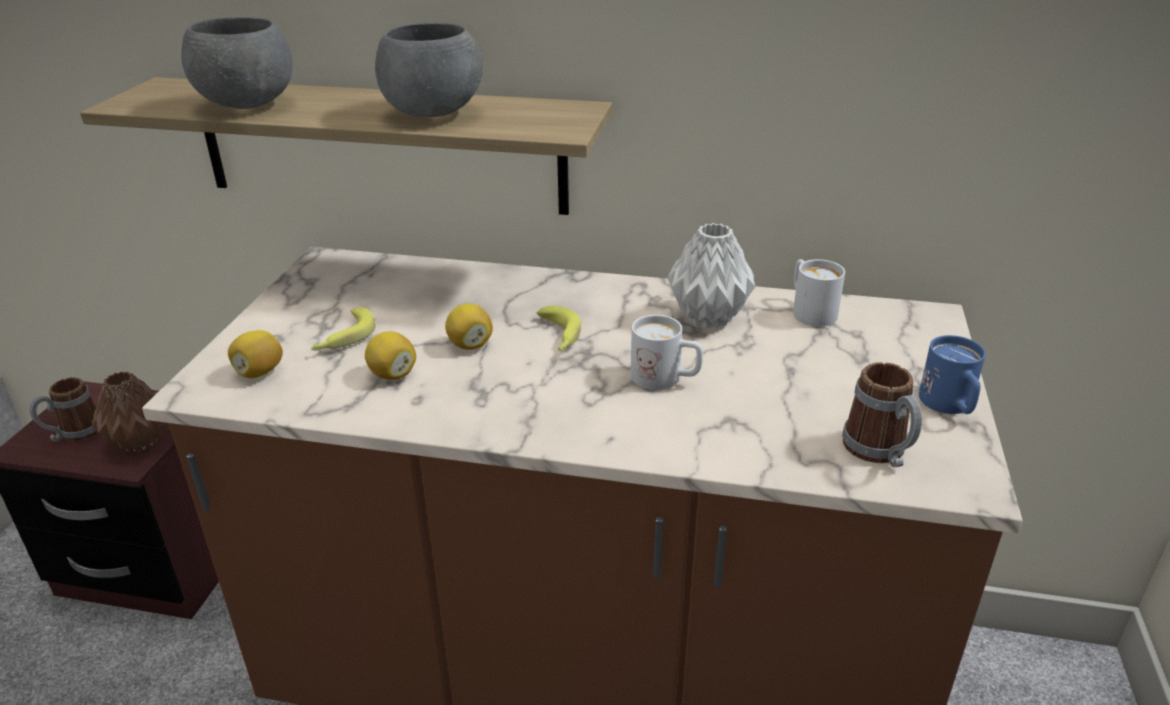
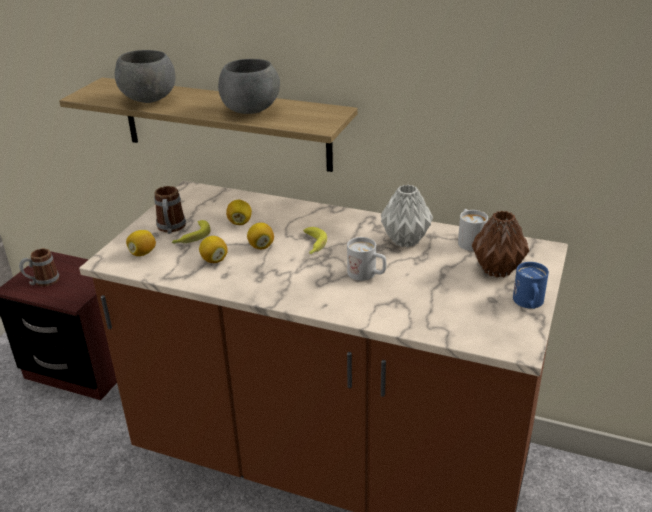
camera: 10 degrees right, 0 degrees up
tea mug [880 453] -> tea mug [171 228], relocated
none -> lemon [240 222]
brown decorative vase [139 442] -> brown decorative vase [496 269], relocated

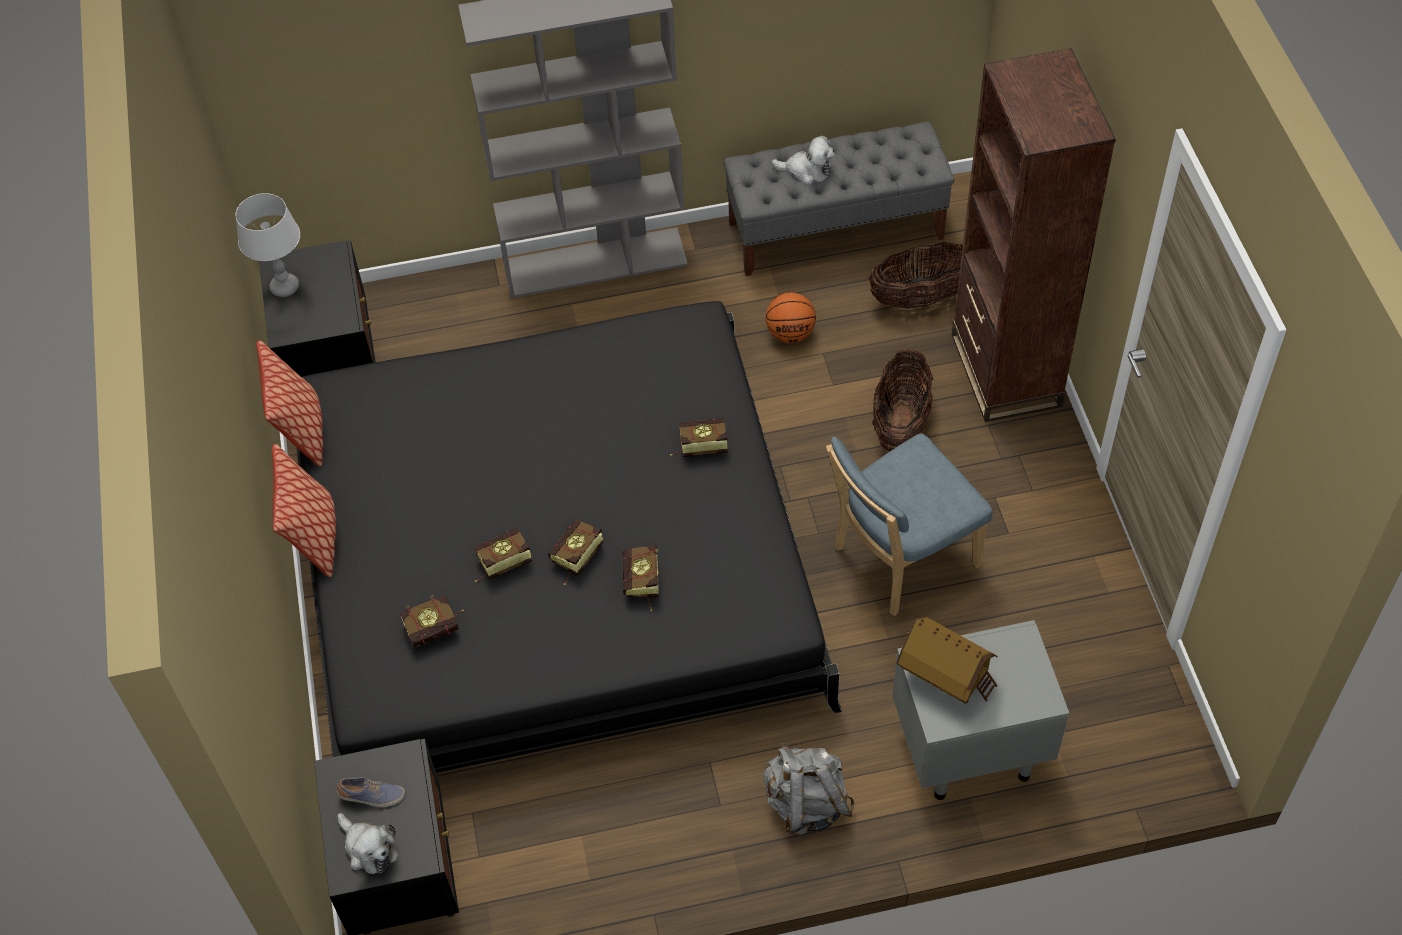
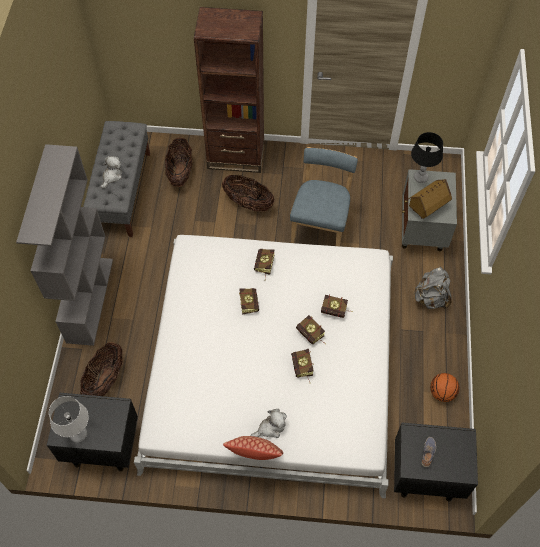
camera: 75 degrees left, 5 degrees up
none -> basket [105 380]
black-coloured bed [555 565] -> whitish bed [272 366]
book [438 628] -> book [248 302], relocated
cuddly toy [369 848] -> cuddly toy [270 428], relocated
blue-coloured plain chair [900 559] -> blue-coloured plain chair [320 226], 150 degrees counterclockwise
none -> black-coloured lamp for a table [420 177]
basketball ball [790 333] -> basketball ball [442 392], relocated
pillow [301 432] -> none

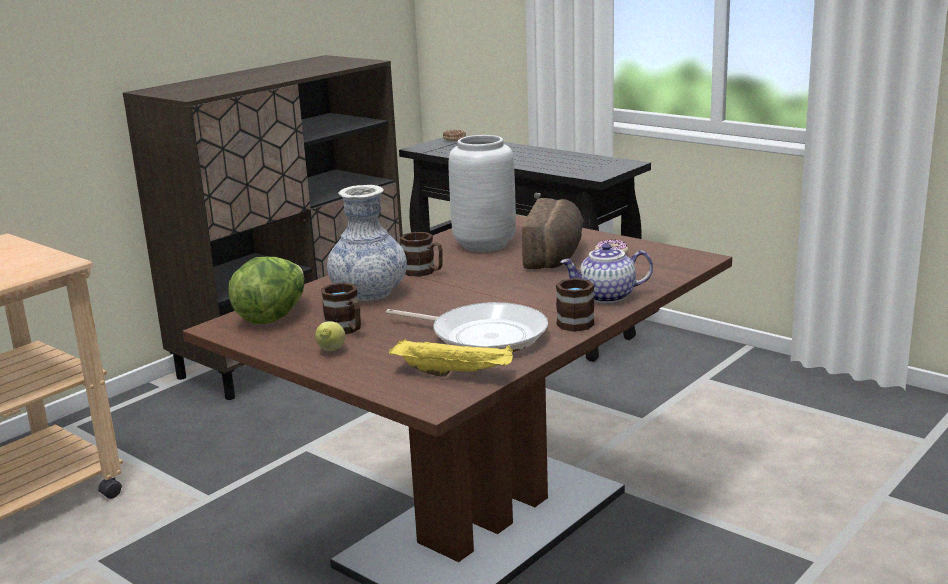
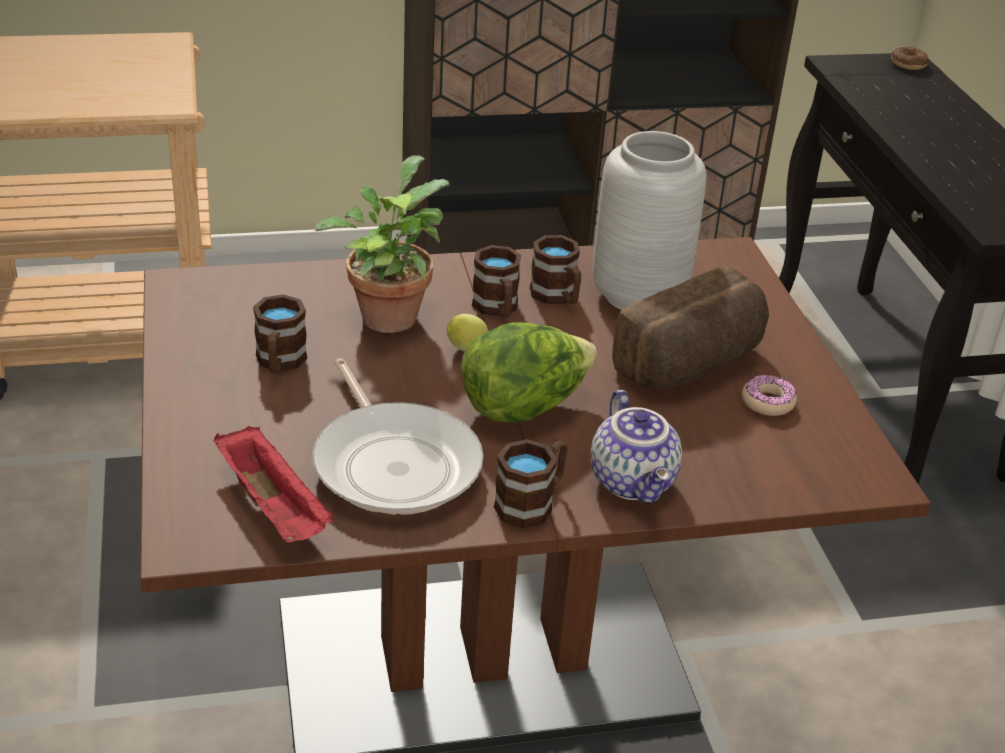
camera: 35 degrees right, 15 degrees up
yellow serving tray [455 373] -> red serving tray [274 507]
decorative vase [369 293] -> houseplant [388 313]
lemon [331 351] -> lemon [465 351], relocated
lettuce head [273 316] -> lettuce head [524 407], relocated
none -> brown tea mug [557 297]
tea pot [606 297] -> tea pot [634 482], 135 degrees counterclockwise

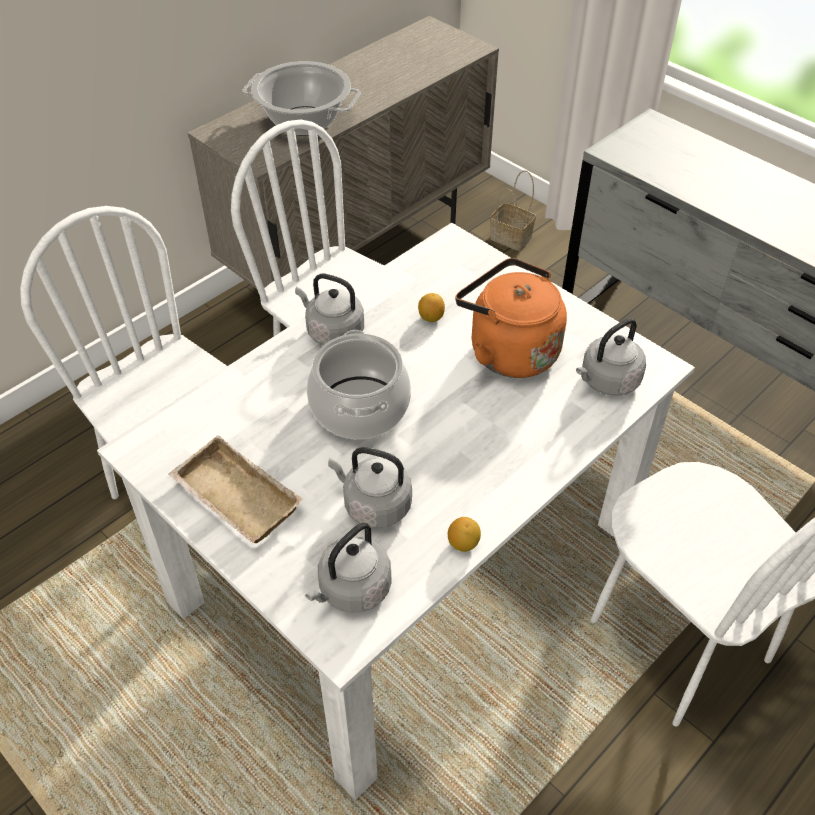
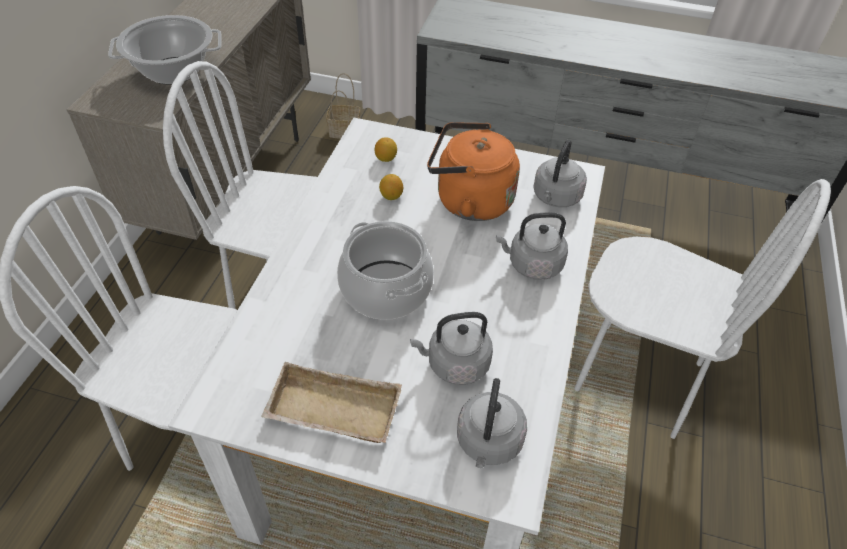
camera: 30 degrees left, 0 degrees up
lemon [463 543] -> lemon [386 158], relocated
gray water kettle [332 331] -> gray water kettle [532 265], relocated

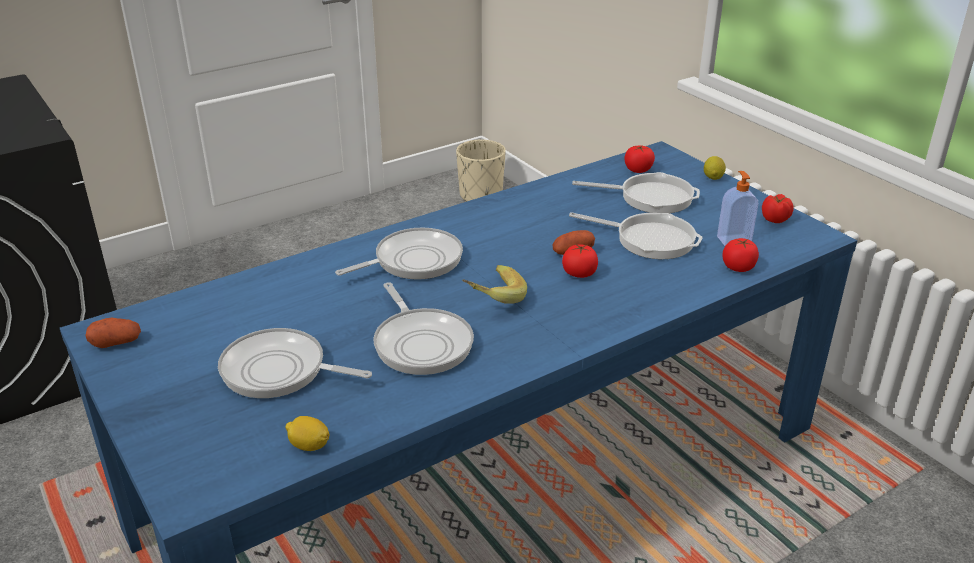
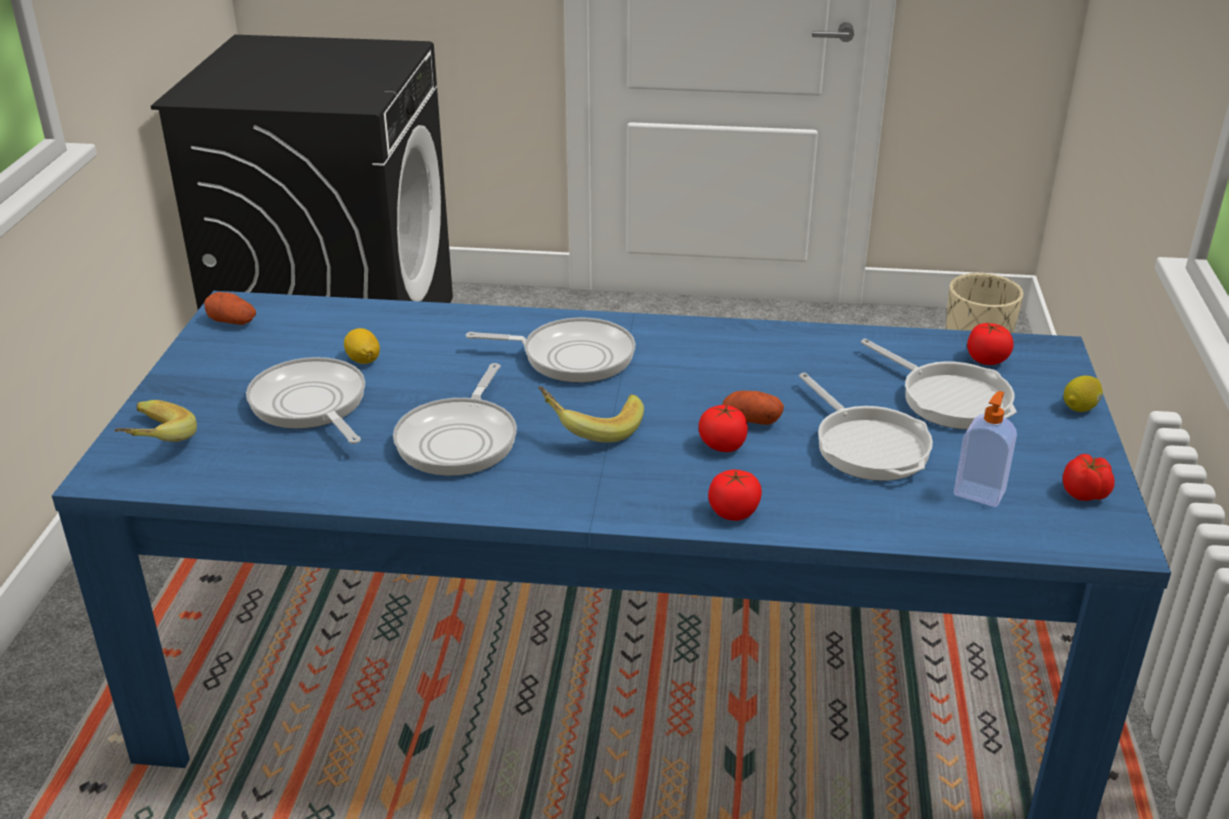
camera: 40 degrees right, 0 degrees up
none -> whole banana [151 444]
lemon [309 446] -> lemon [363 360], relocated
tomato [738 267] -> tomato [733 512], relocated

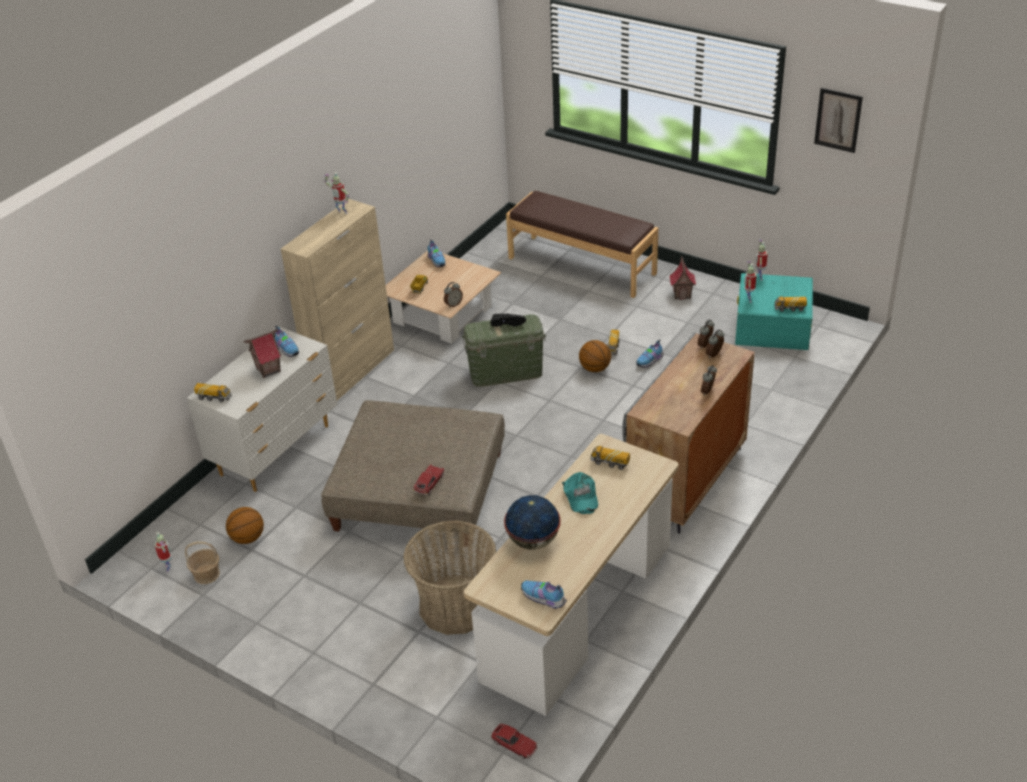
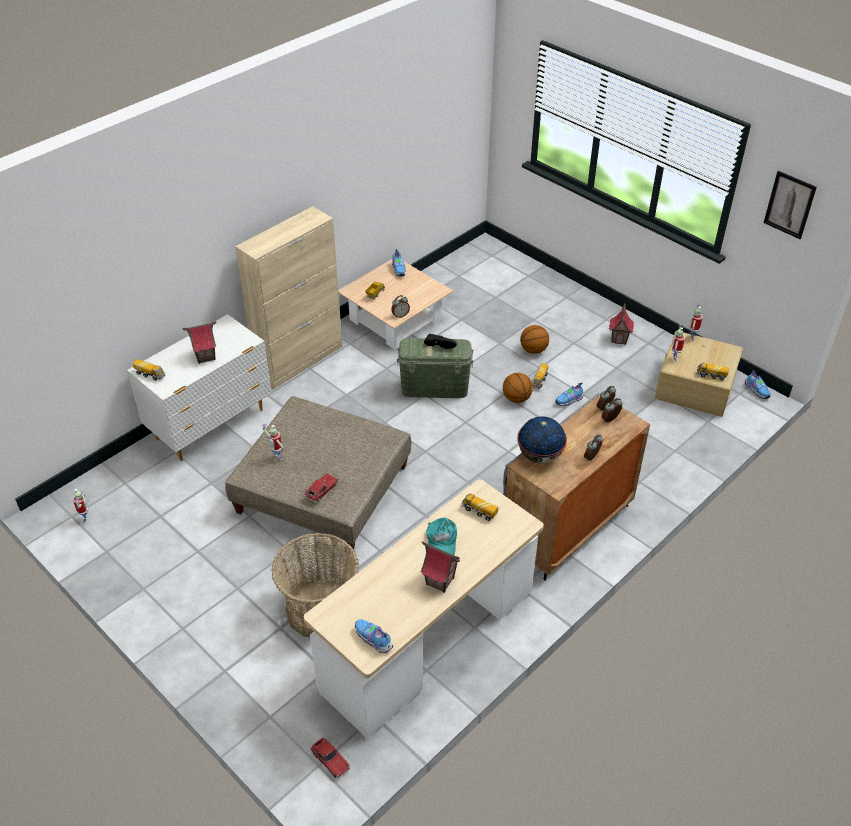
camera: 10 degrees right, 5 degrees up
robot figure [341 213] -> robot figure [277 458], relocated
none -> toy house [440 581]
world globe [533 541] -> world globe [539 456], relocated
basketball ball [247 538] -> basketball ball [533 350], relocated
blue-green storage box [772 326] -> sand-coloured storage box [695 386]
low shoe [287 349] -> low shoe [756 390], relocated
basket [207 574] -> none
brown indoor bench [582 265] -> none

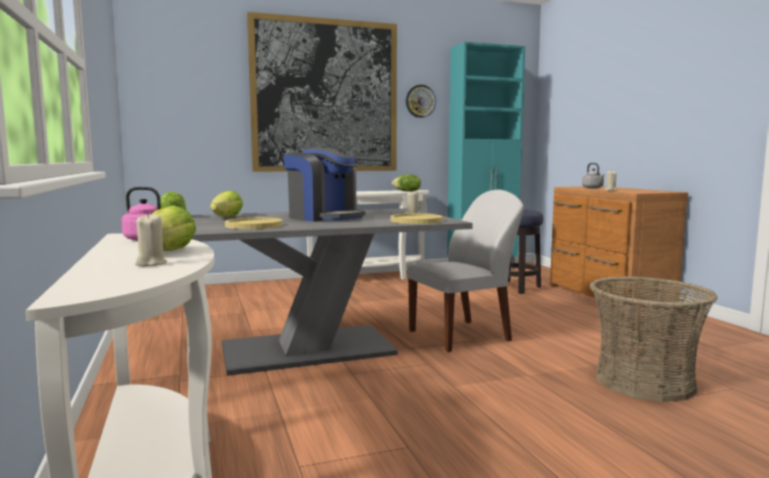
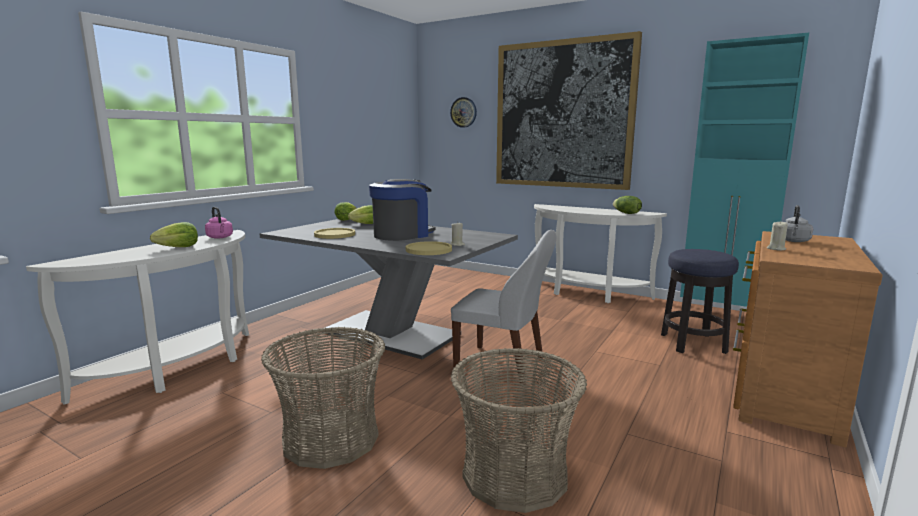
camera: 50 degrees right, 5 degrees up
none -> basket [330 438]
coffee machine [324 217] -> coffee machine [402 235], 135 degrees counterclockwise
hanging clock [420 101] -> hanging clock [463 112], relocated
sand-coloured candle [151 264] -> none

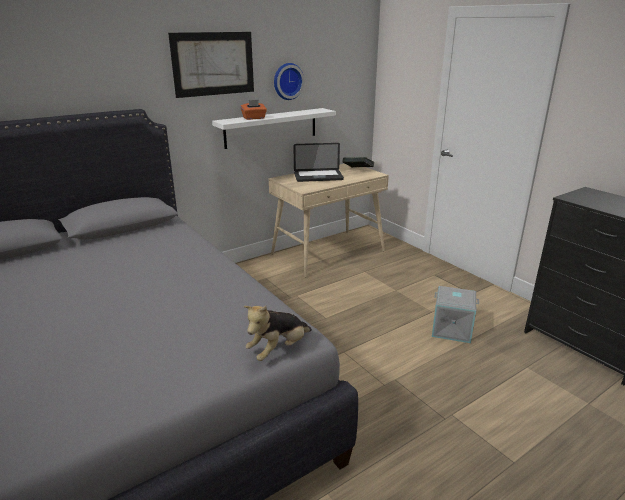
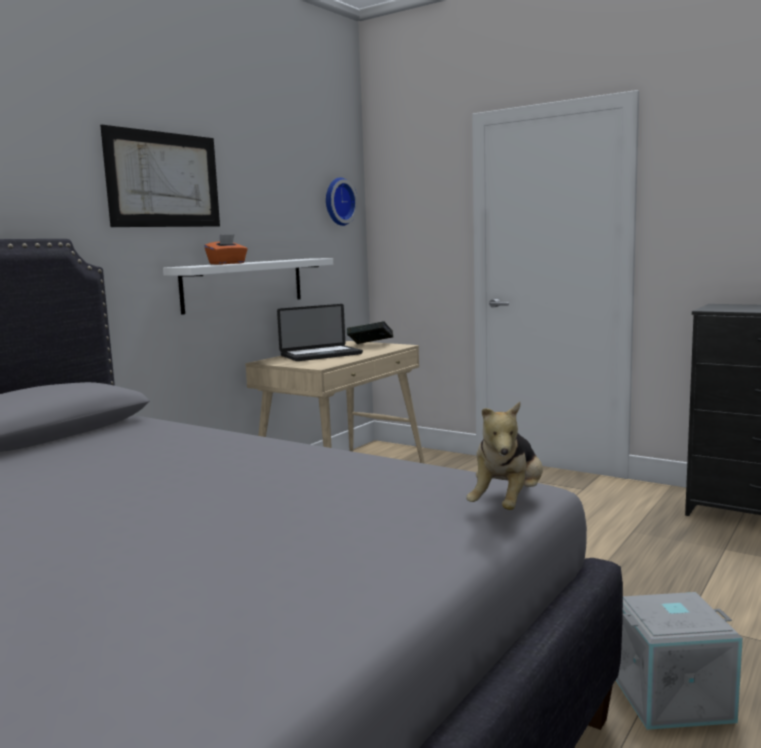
camera: 20 degrees left, 15 degrees down
hanging clock [287 81] -> hanging clock [338 202], relocated
gray storage box [452 329] -> gray storage box [671 696], relocated

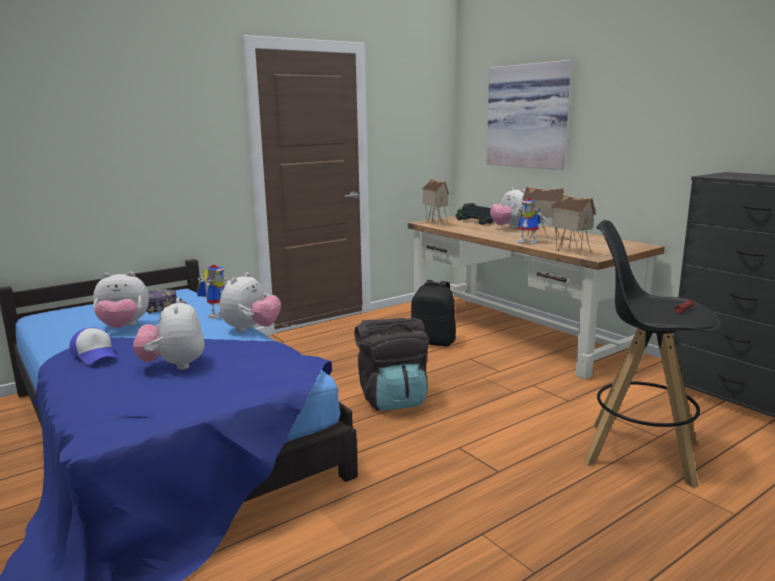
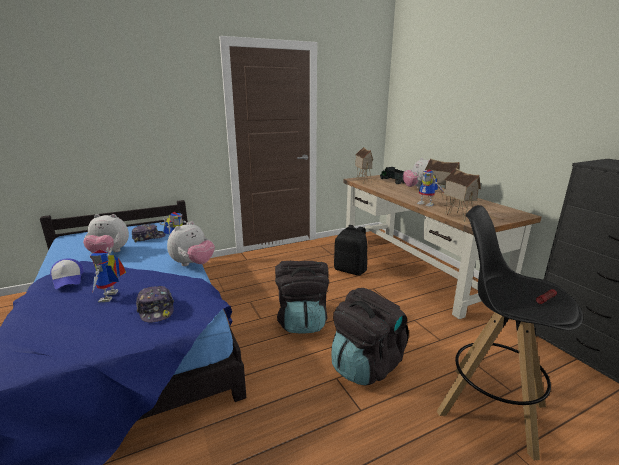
camera: 10 degrees right, 5 degrees up
cuddly toy [173 366] -> robot figure [111 297]
none -> cap [156 310]
none -> black-coloured knapsack [366 365]
picture [529 116] -> none

